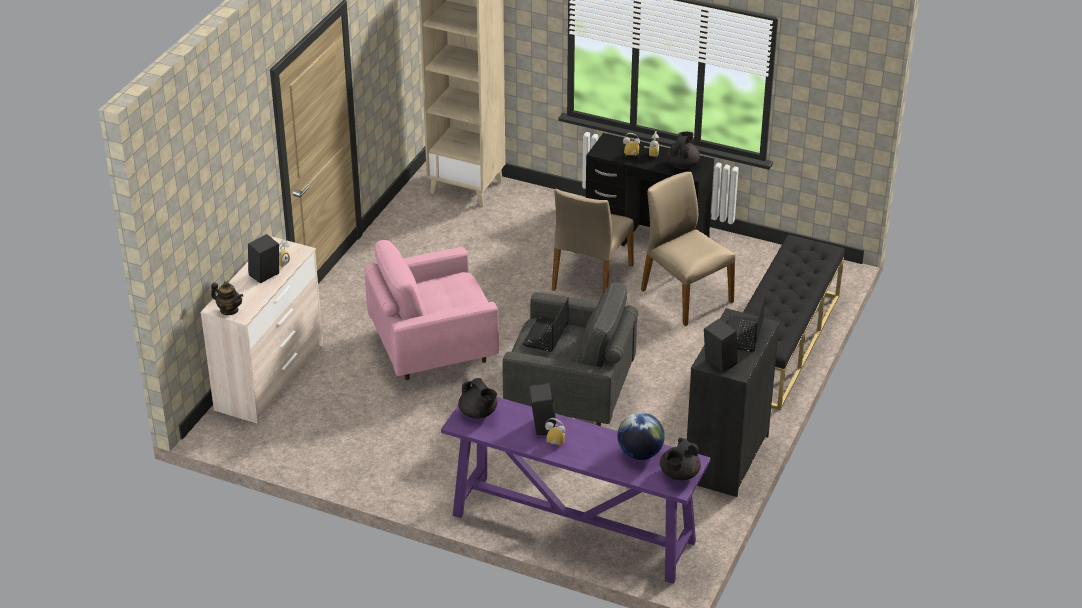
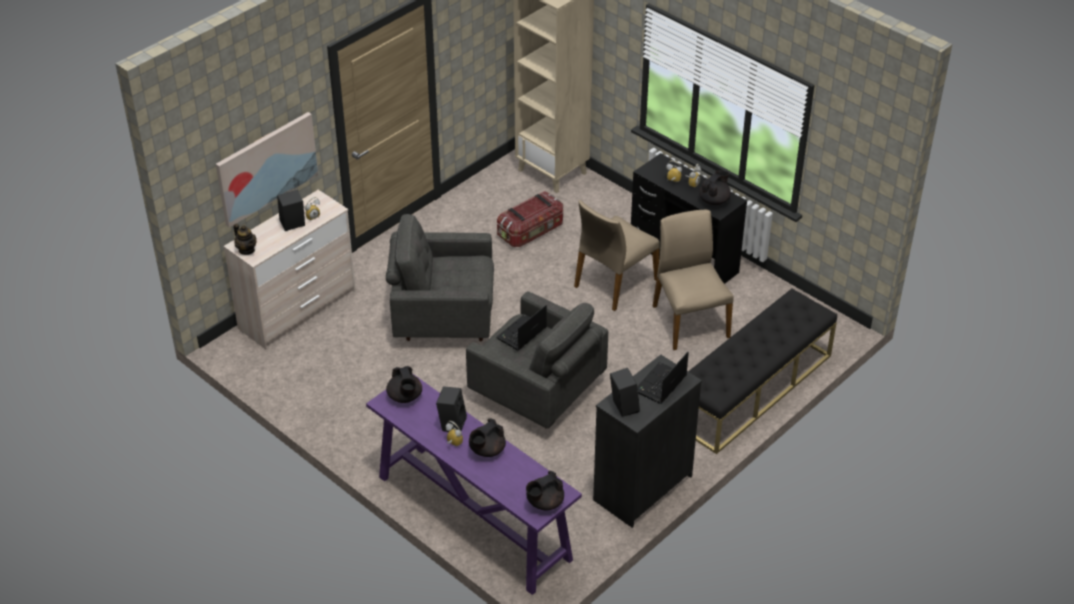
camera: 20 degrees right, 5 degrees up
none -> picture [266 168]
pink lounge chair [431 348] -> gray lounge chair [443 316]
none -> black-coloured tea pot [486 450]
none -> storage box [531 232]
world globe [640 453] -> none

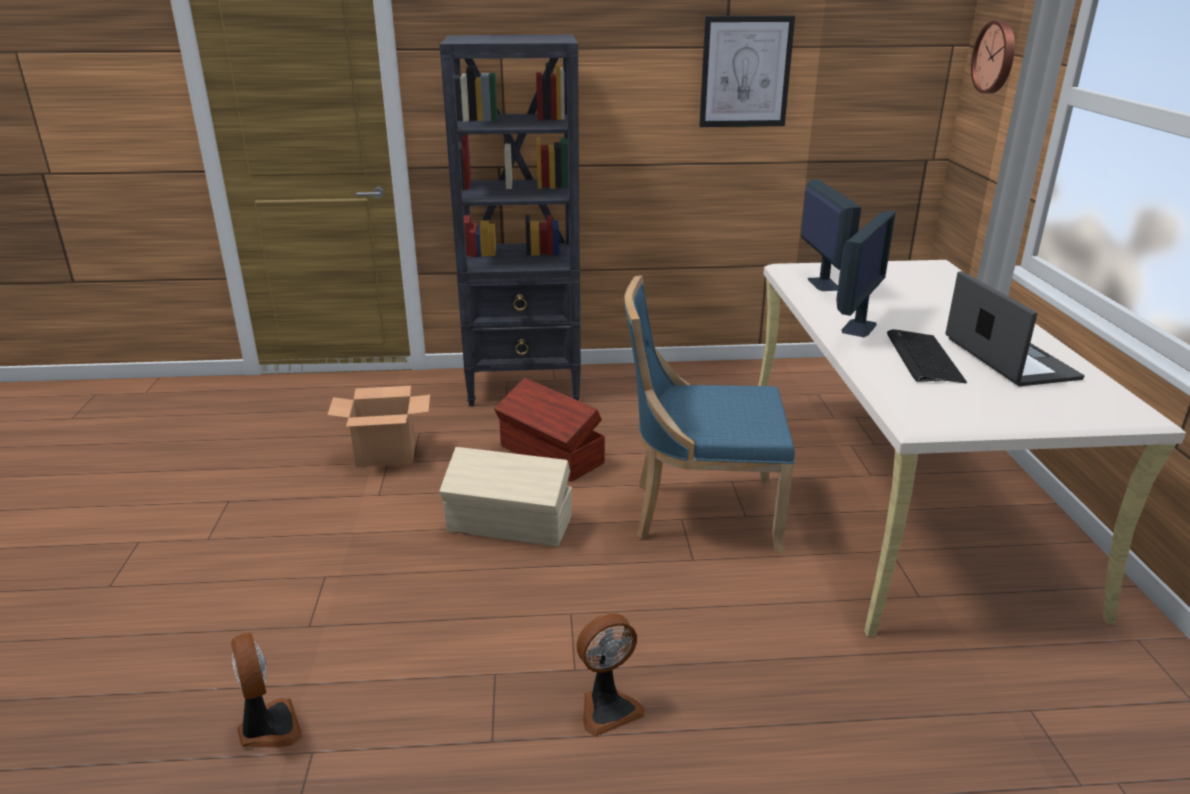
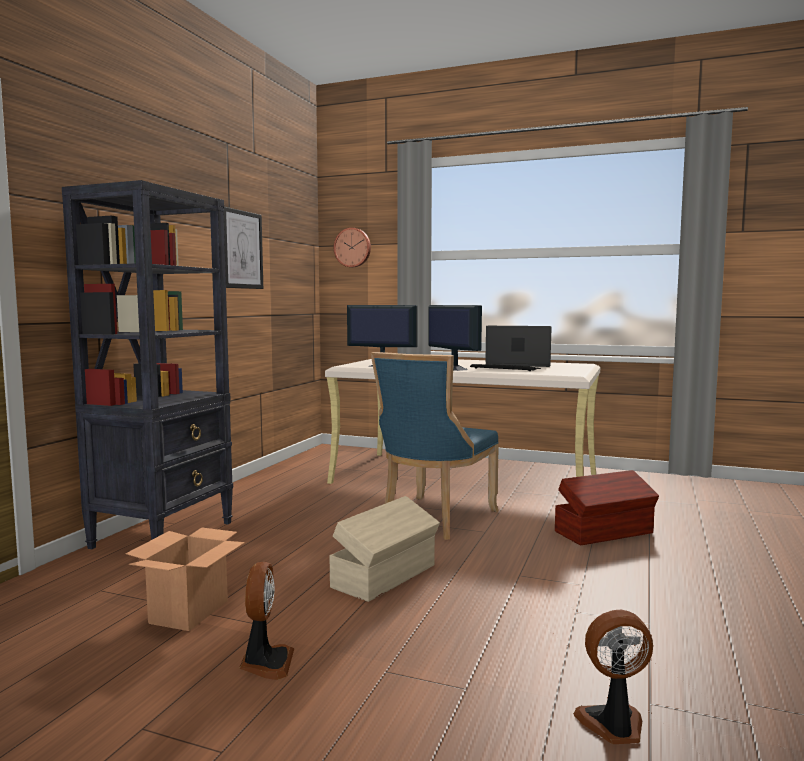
camera: 65 degrees left, 20 degrees down
electric fan [607 708] -> electric fan [266 663], relocated
brown storage box [551 455] -> brown storage box [605 532], relocated

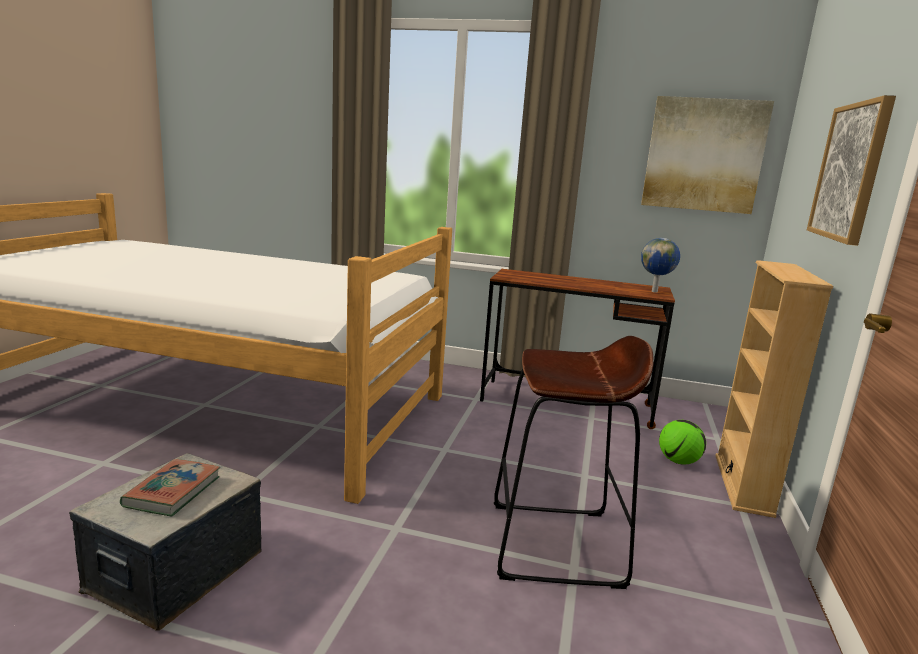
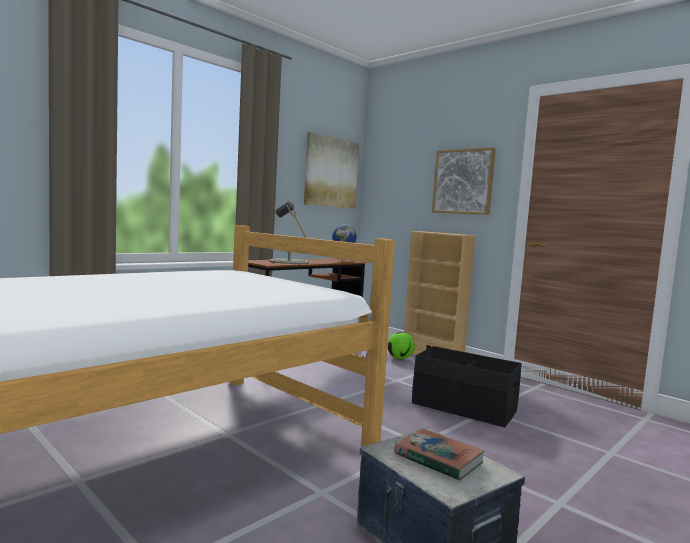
camera: 60 degrees left, 10 degrees down
none -> gray lamp for a table [288 261]
brown sitting stool [555 544] -> black-coloured storage box [463 408]

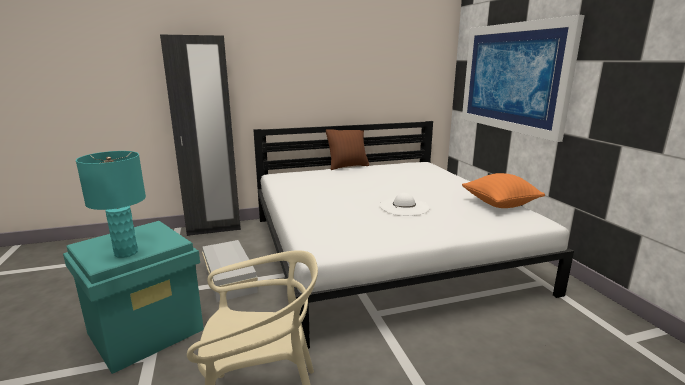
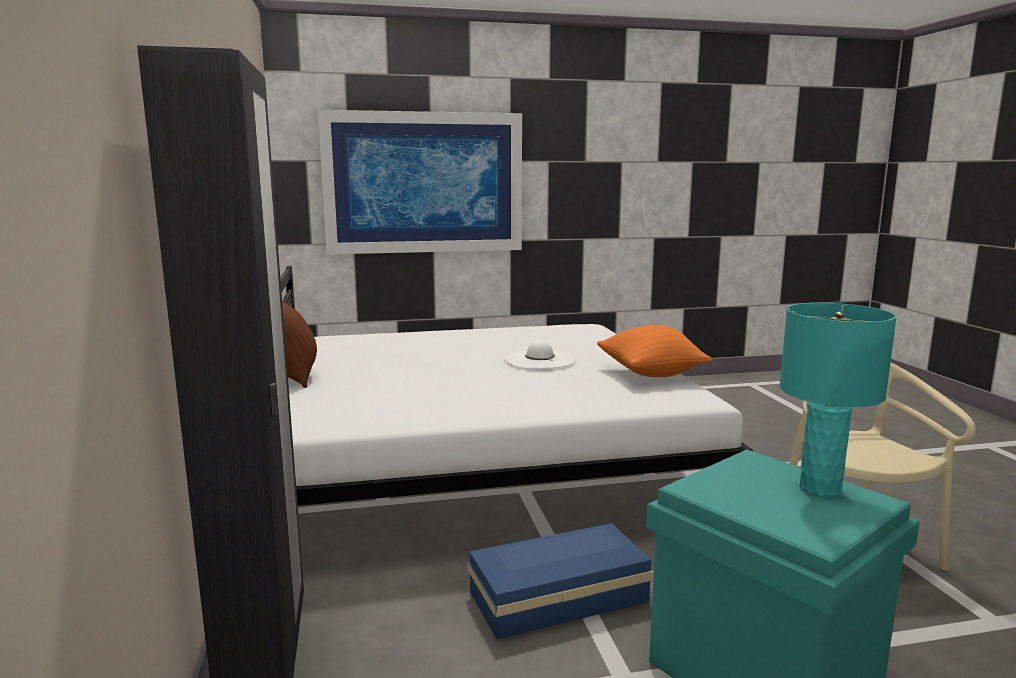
camera: 85 degrees left, 5 degrees down
whitish storage box [230 277] -> blue-coloured storage box [555 596]
orange-coloured pillow [500 204] -> orange-coloured pillow [650 374], relocated

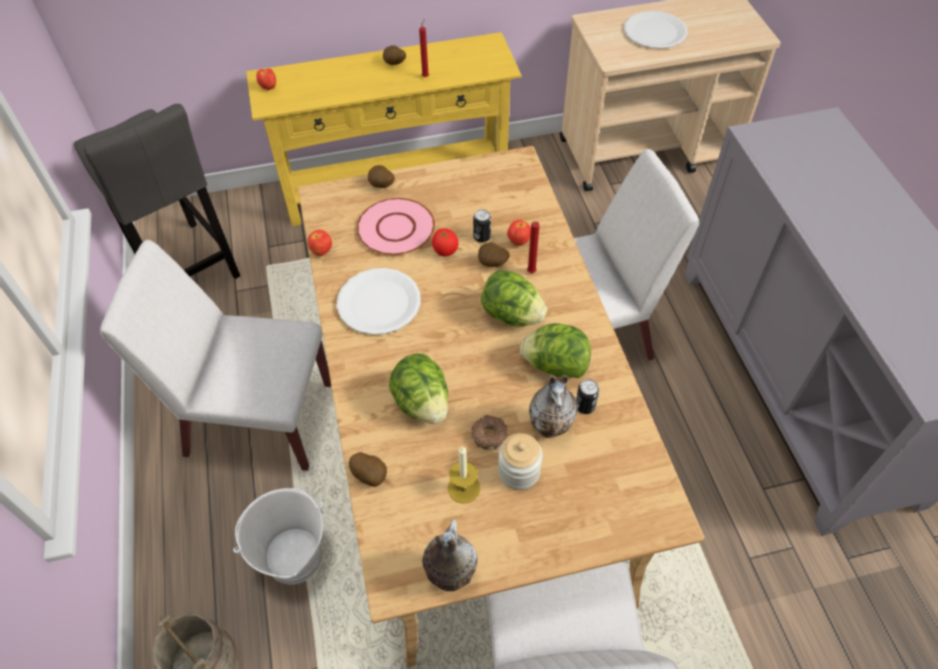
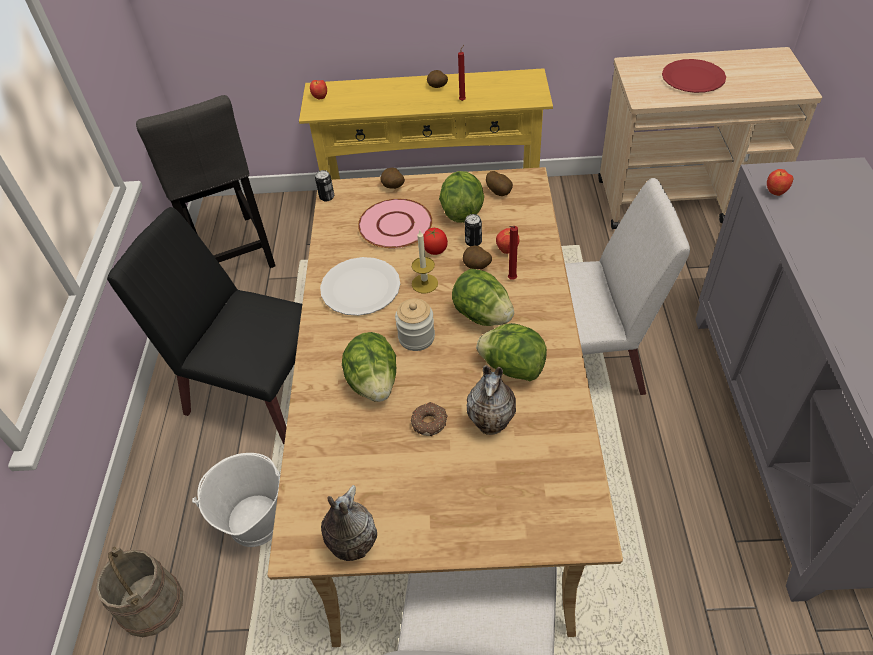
camera: 15 degrees right, 5 degrees down
whitish plain chair [257 419] -> black-coloured plain chair [256 392]
metal can [585 406] -> metal can [327 197], relocated
jar [519 471] -> jar [416 337], relocated
candle [464 488] -> candle [424 283], relocated
none -> lettuce head [461 211]
spud [370 475] -> spud [499 192], relocated
whitish dinner plate [654 32] -> red dinner plate [692 78]
whole apple [322 252] -> whole apple [775 193], relocated

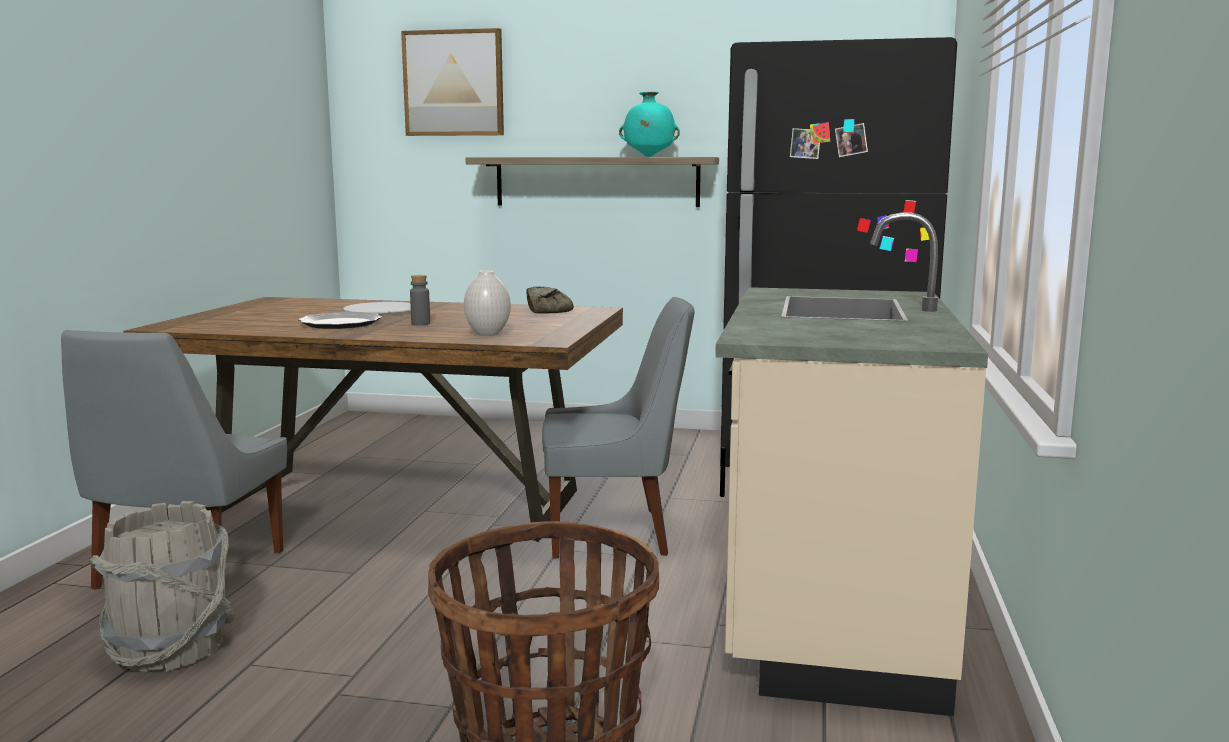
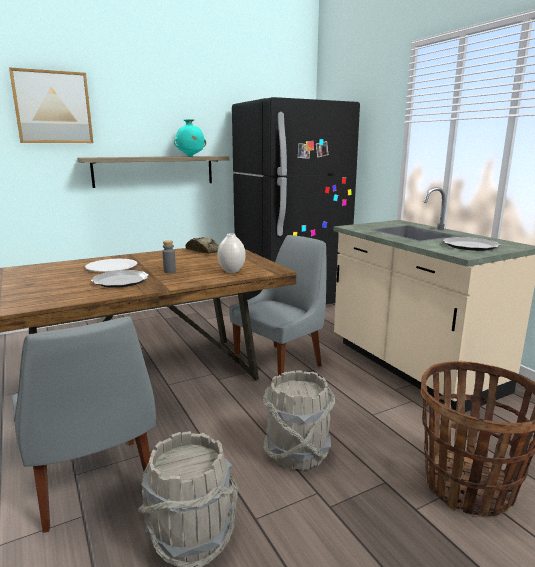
camera: 40 degrees left, 5 degrees up
none -> gray pail [297 452]
none -> dinner plate [470 246]

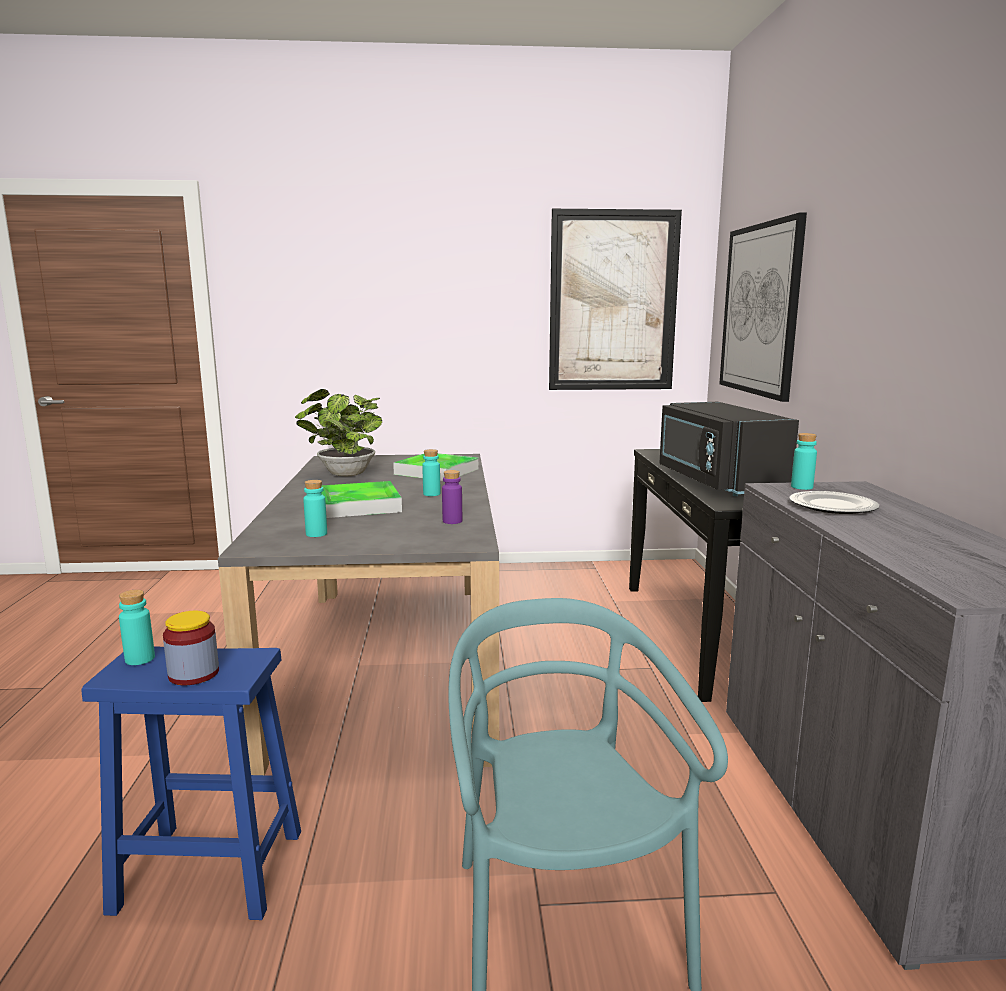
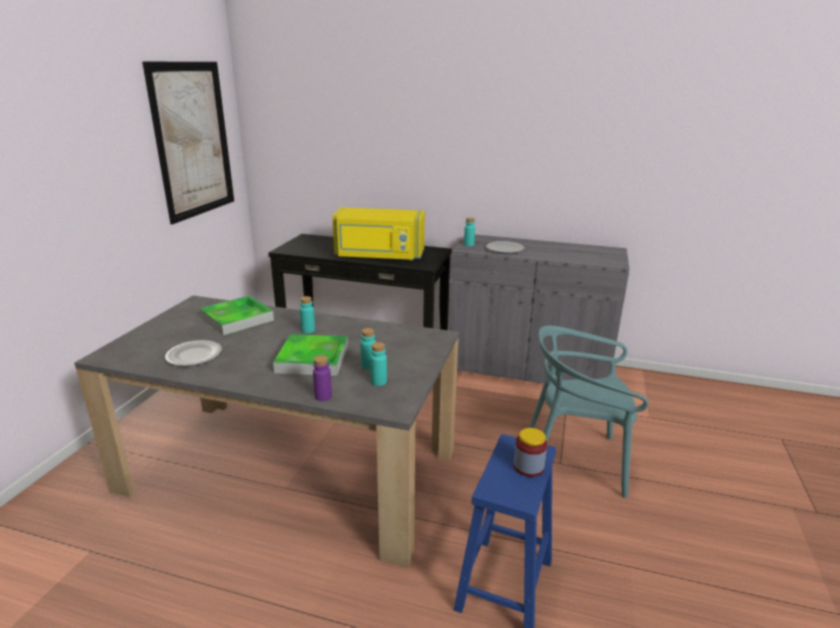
camera: 70 degrees left, 10 degrees up
houseplant [344 475] -> dinner plate [194 355]
purple bottle [452 521] -> purple bottle [323 396], relocated
black-coloured microwave oven [716 482] -> yellow microwave oven [379 256]
blue-green bottle [140 659] -> blue-green bottle [368 366], relocated
picture [760 309] -> none

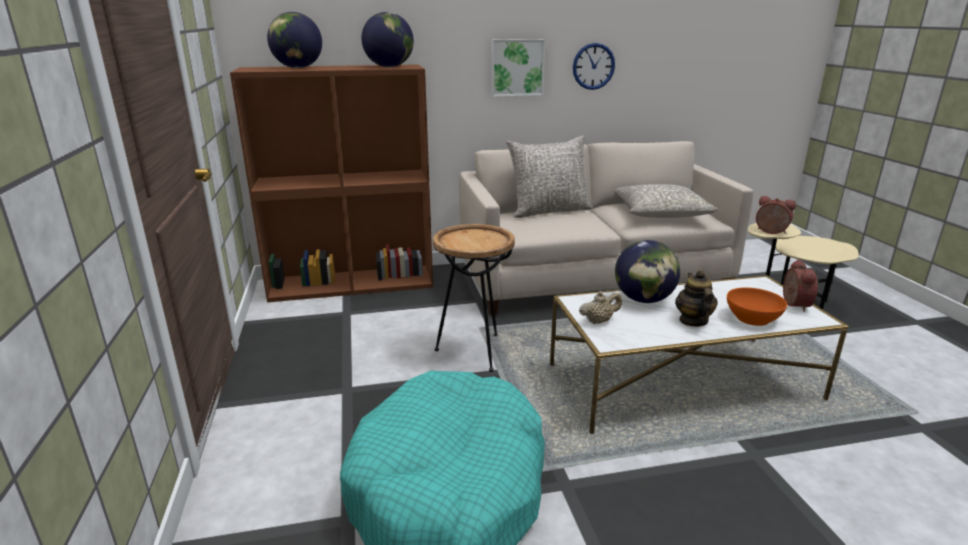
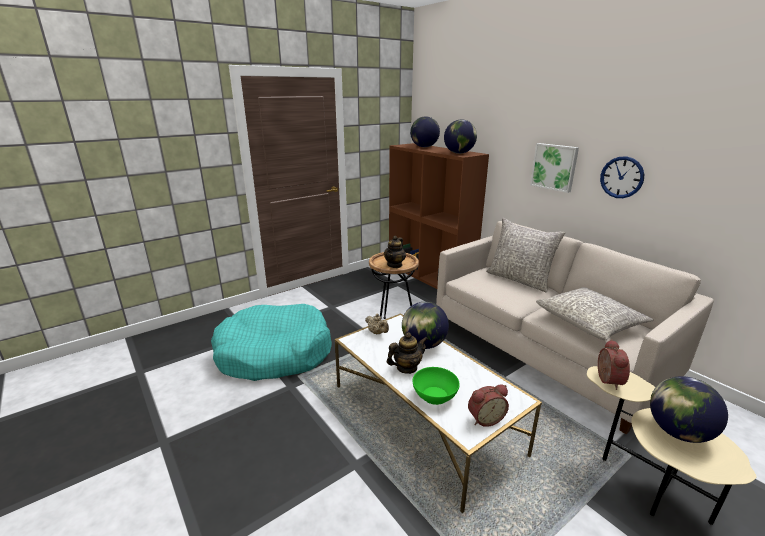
camera: 65 degrees right, 0 degrees up
none -> tea pot [395 265]
orange-coloured bowl [752 318] -> greenish bowl [434 396]
none -> world globe [677 432]

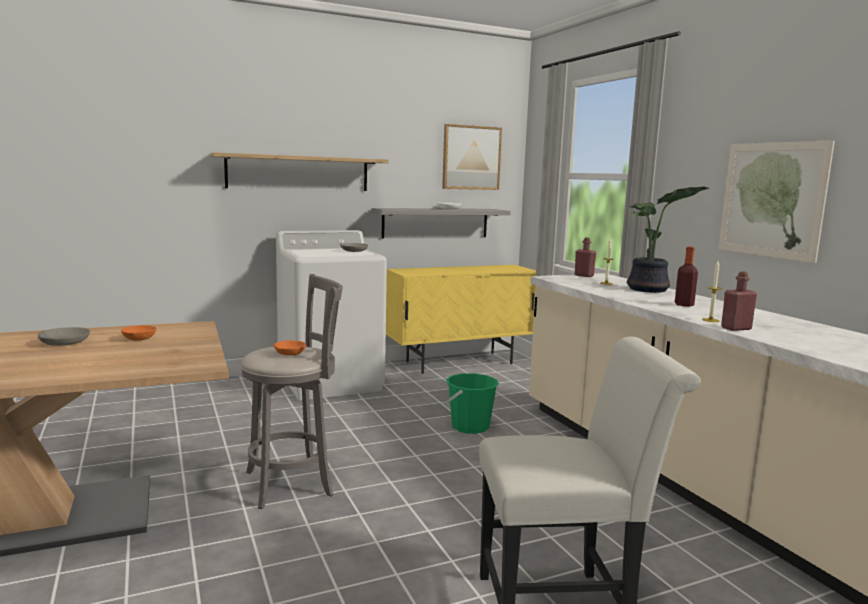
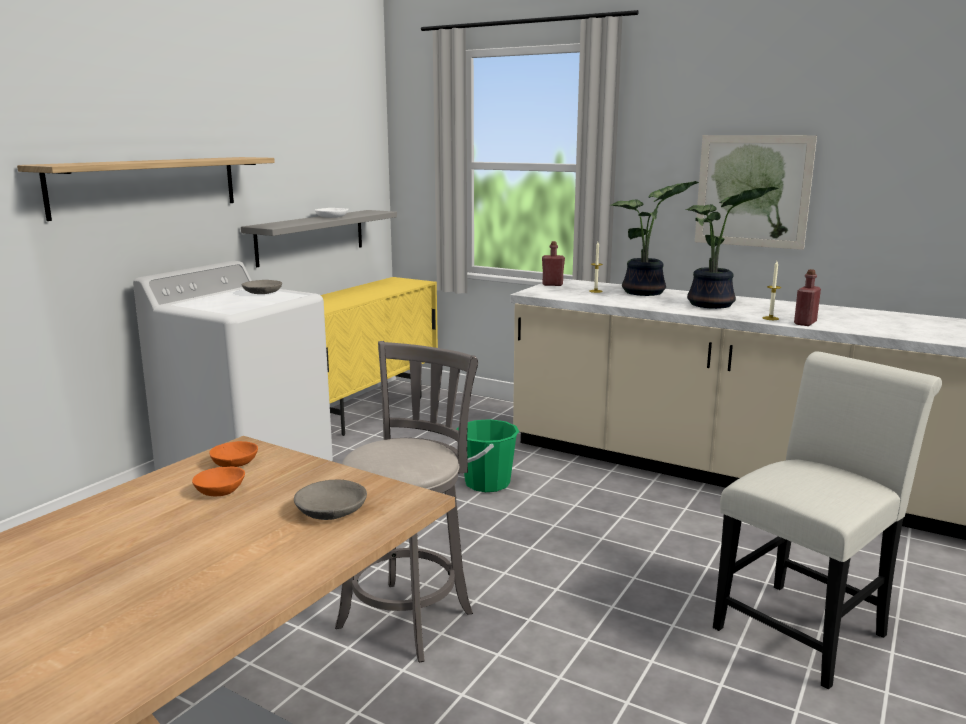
camera: 35 degrees left, 5 degrees up
orange-coloured bowl [289 354] -> orange-coloured bowl [235 464], relocated
gray bowl [64 343] -> gray bowl [330 510], relocated
bottle [684 305] -> houseplant [712 305]
picture [471 157] -> none

